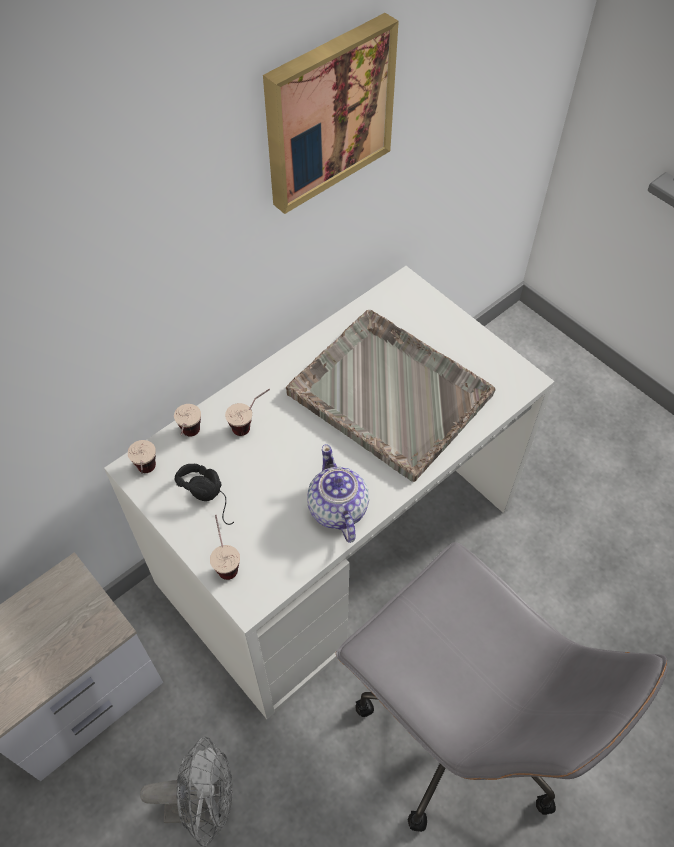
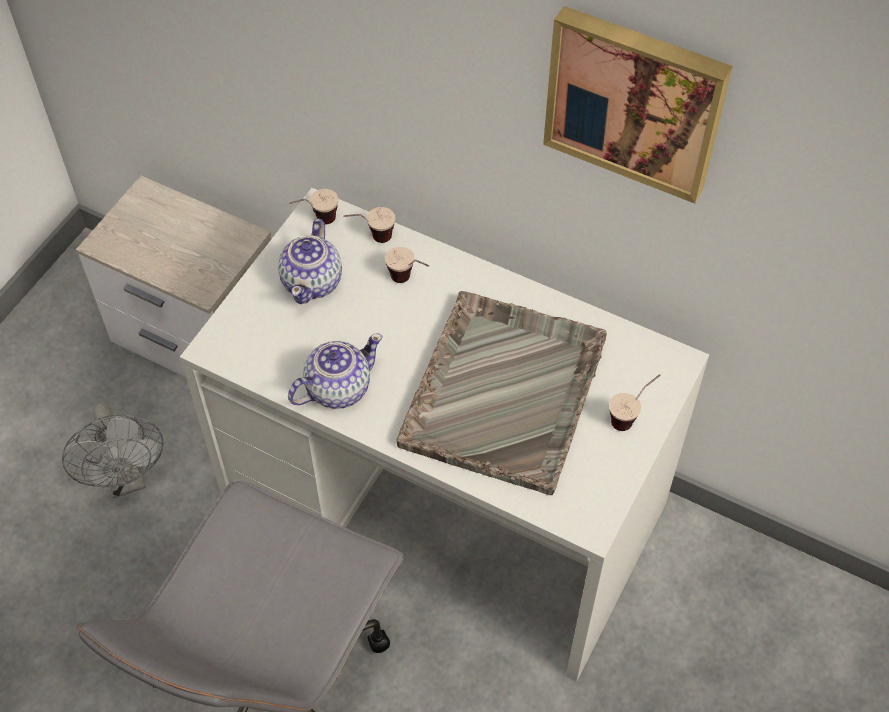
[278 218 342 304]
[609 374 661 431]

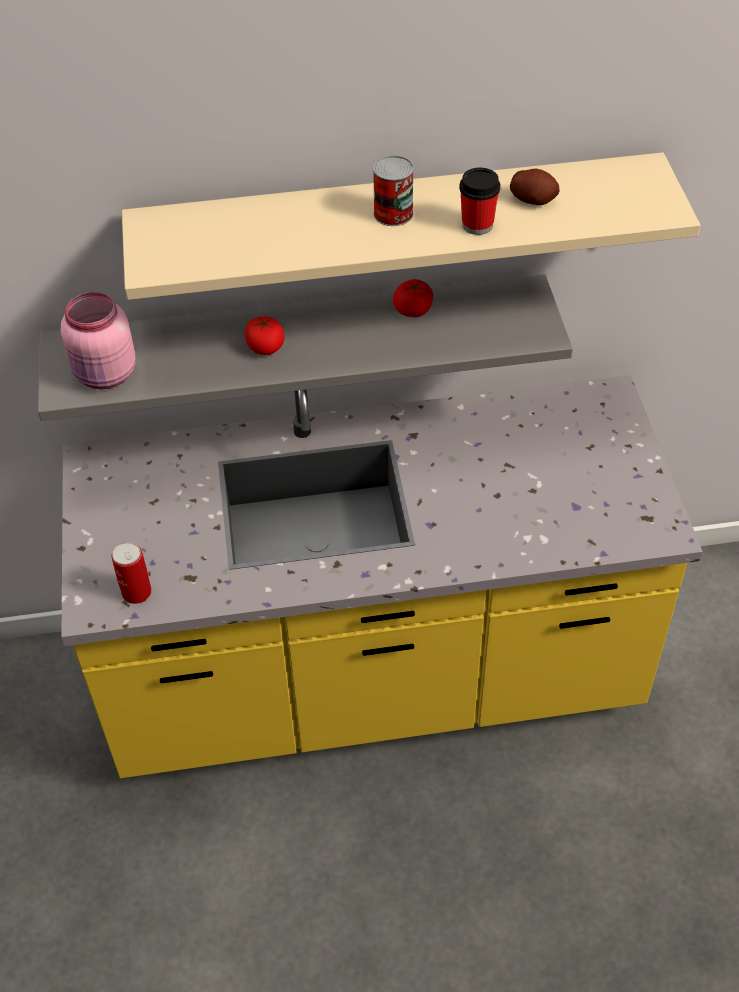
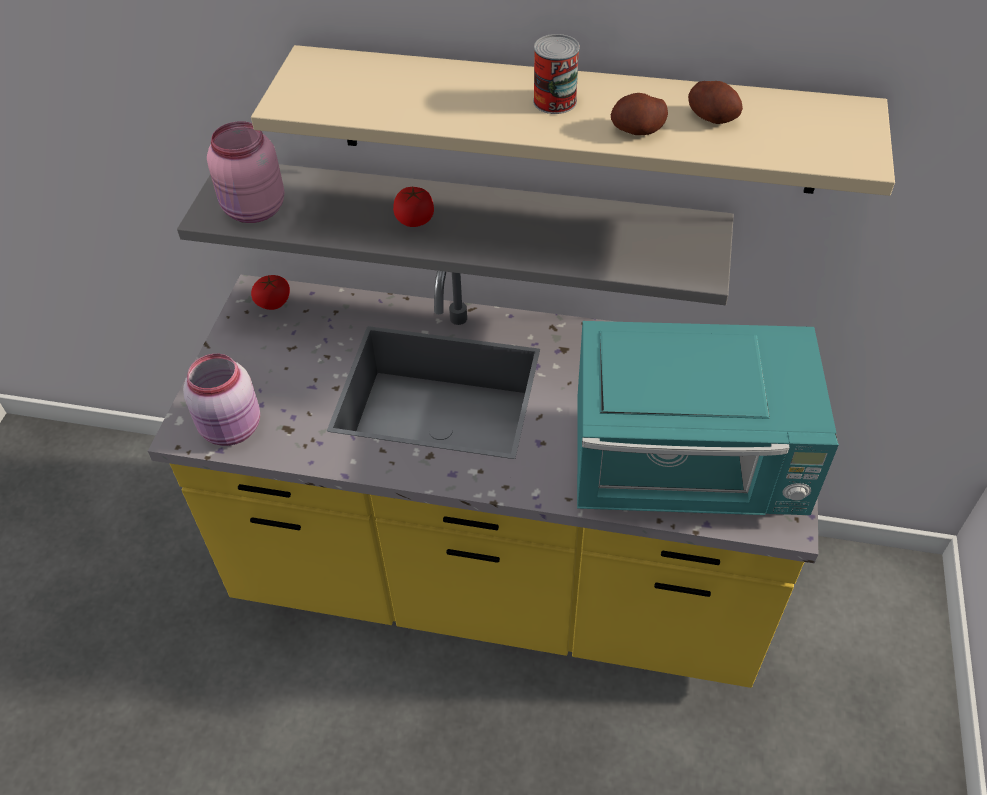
[183 354 260 446]
[251 275 290 310]
[611 93 668 135]
[577 321 839 515]

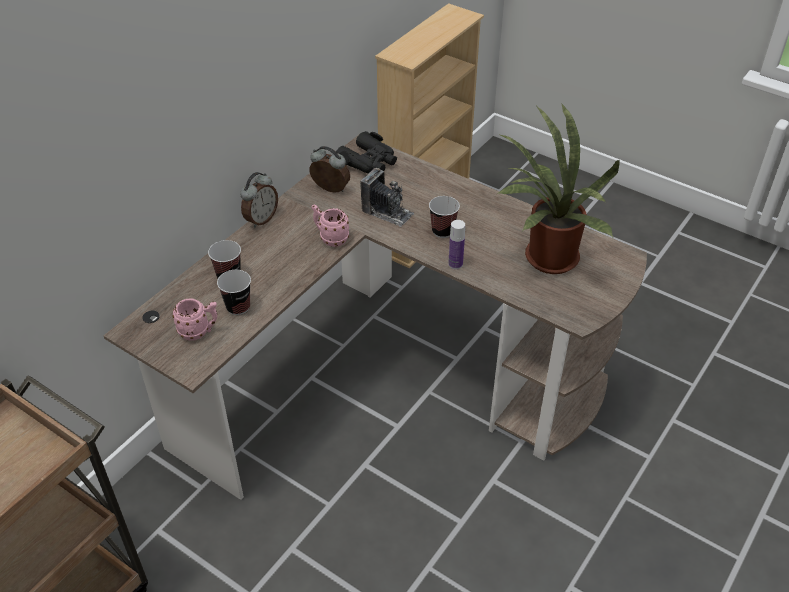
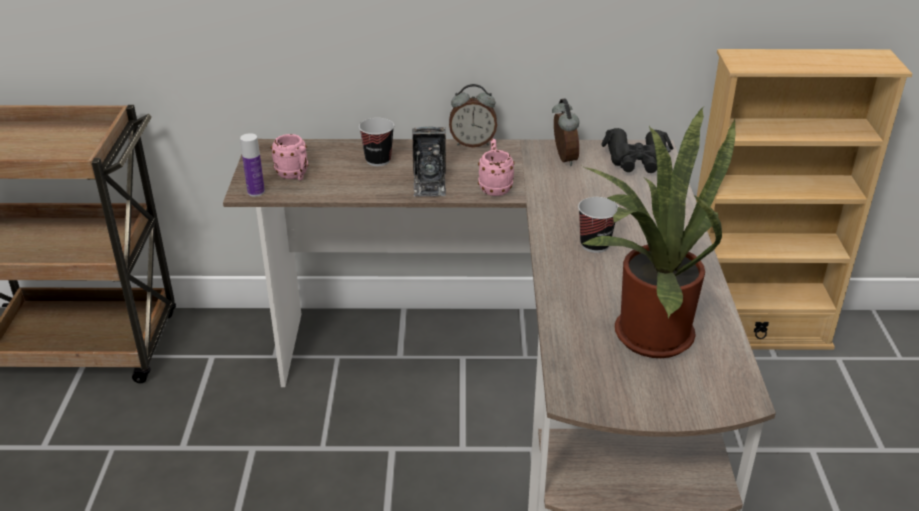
[217 270 251 315] (first image)
[413 126 446 197]
[240 133 265 197]

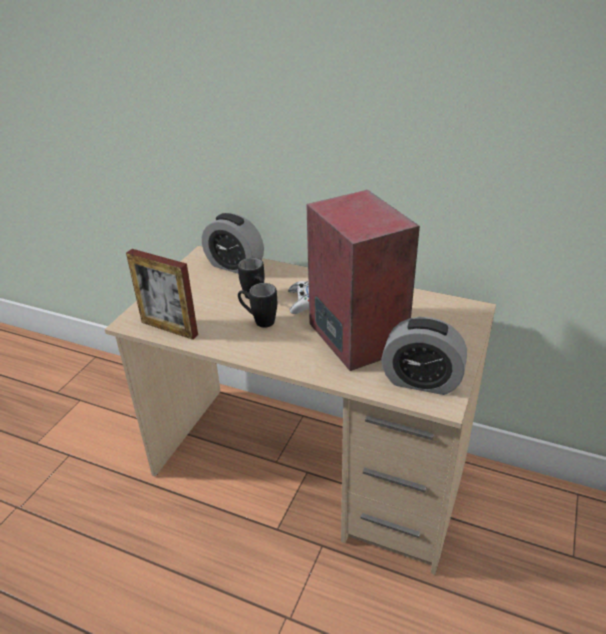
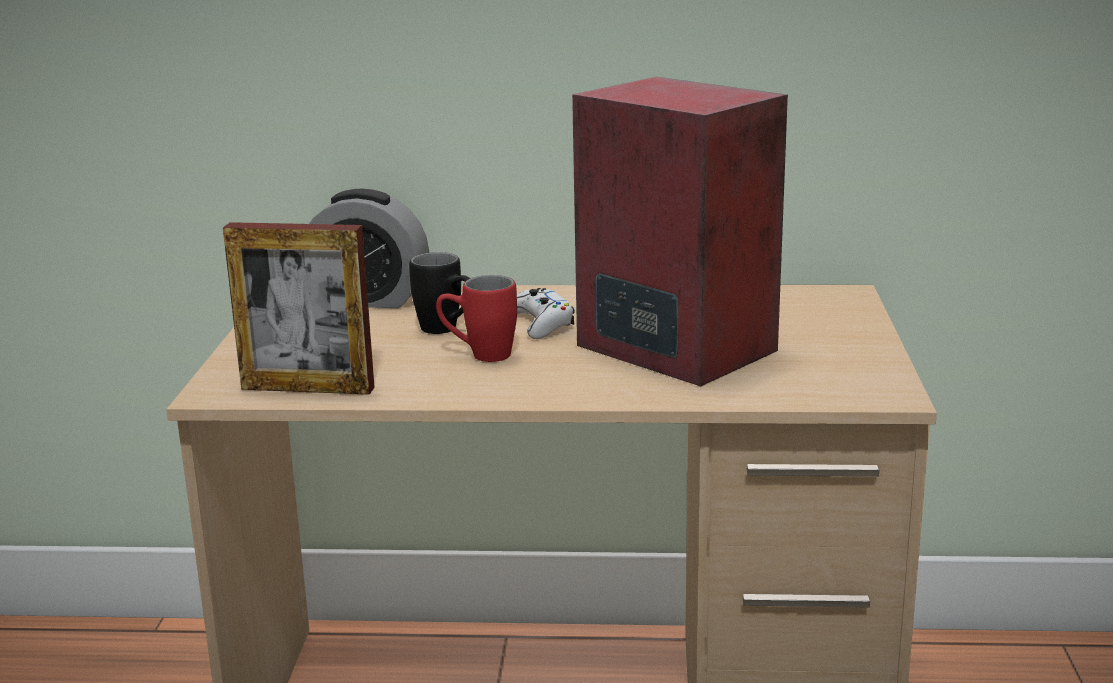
[436 275 517 362]
[381 317 467 395] (first image)

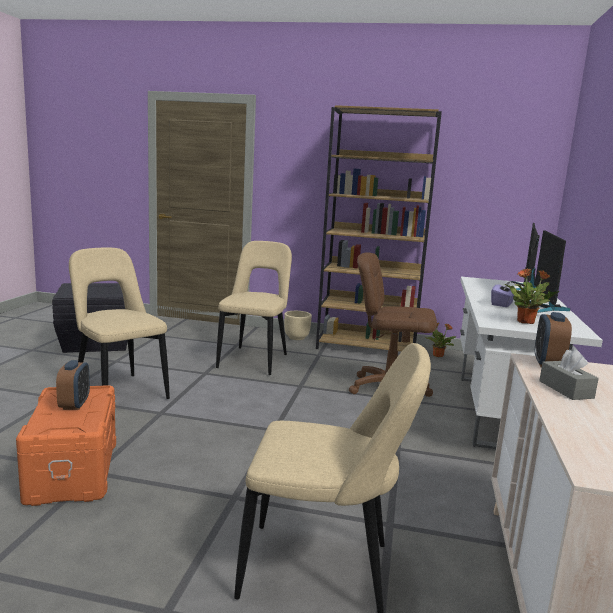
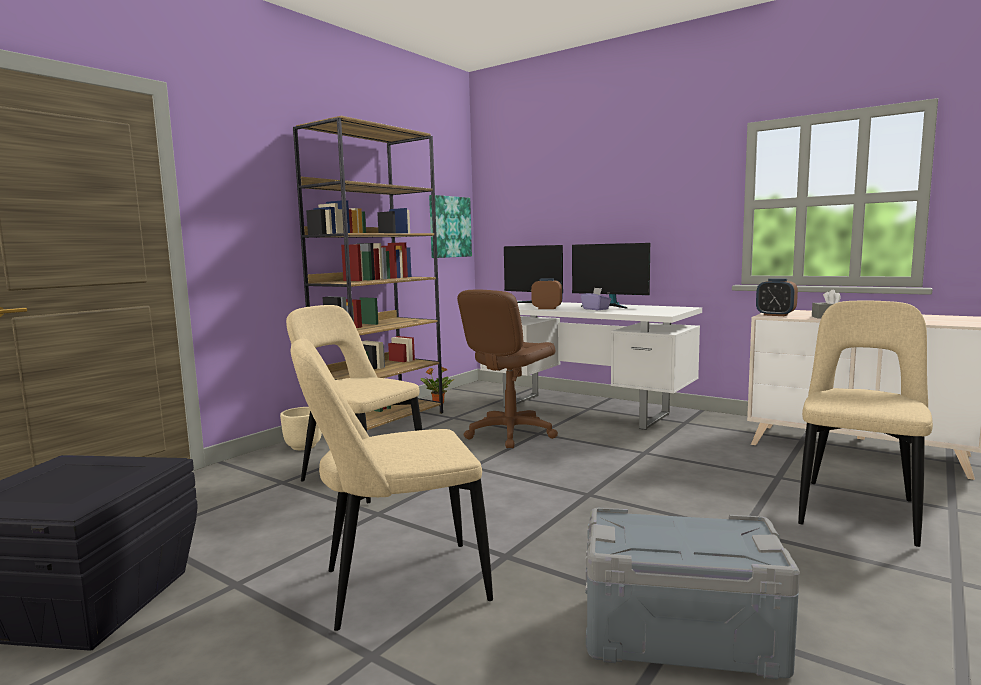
[585 508 800 680]
[531 278 562 309]
[505 268 559 324] (first image)
[429 195 472 258]

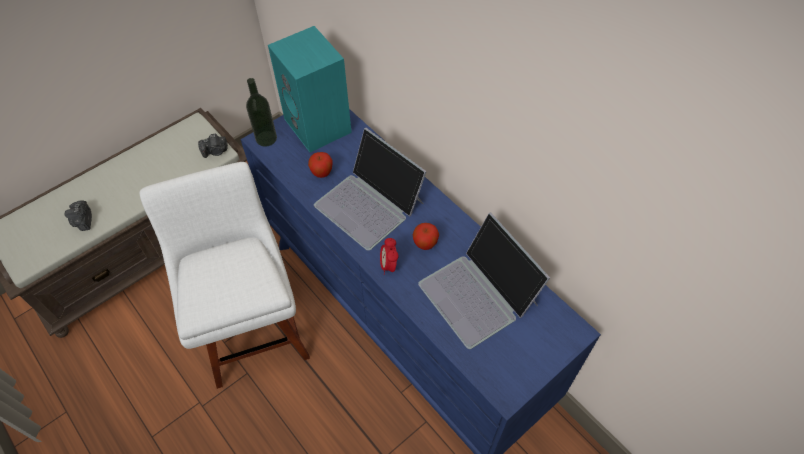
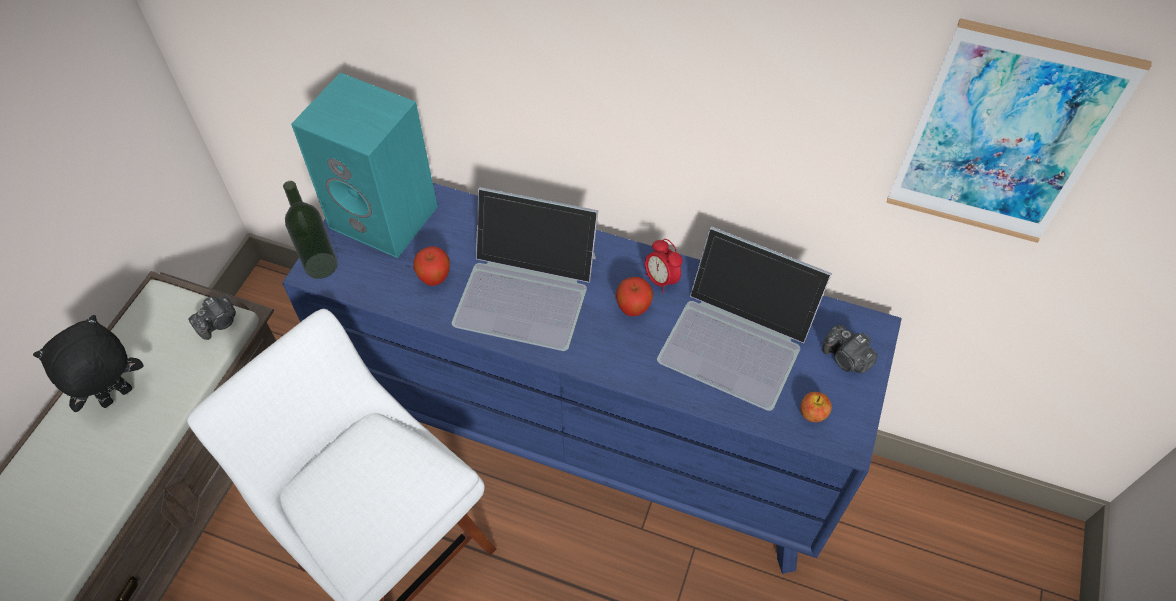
[822 324 878 373]
[645 239 683 293]
[33 315 144 412]
[800 392 832 422]
[886 18 1152 243]

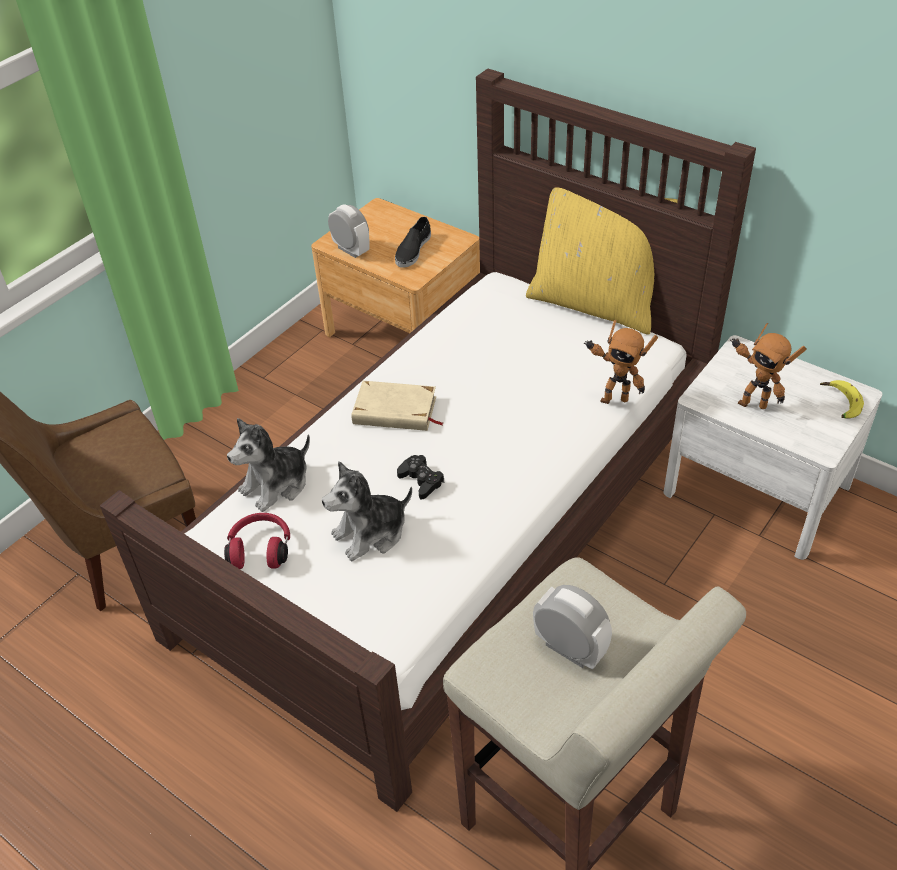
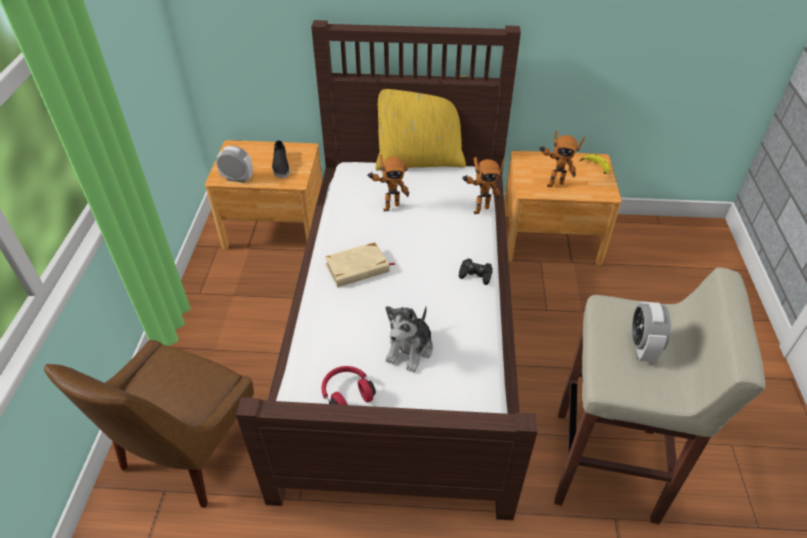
[227 418 310 512] (first image)
[459 258 493 285]
[632 301 671 362]
[504 151 622 266]
[367 154 411 211]

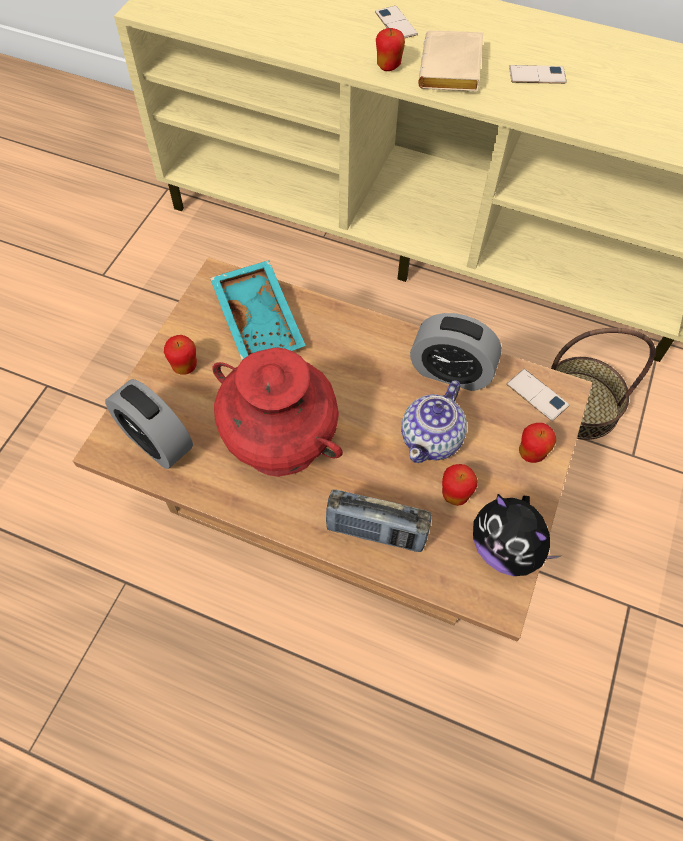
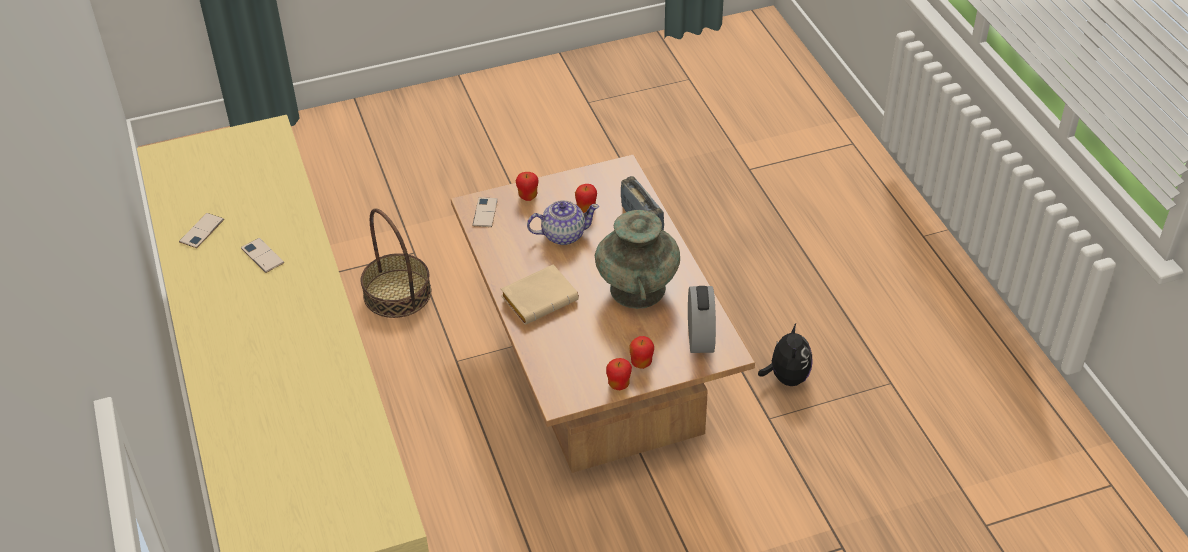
[210 260 306 360] (first image)
[595 210 680 309]
[179 213 224 248]
[606 358 632 390]
[410 313 502 391] (first image)
[501 264 579 325]
[758 324 813 386]

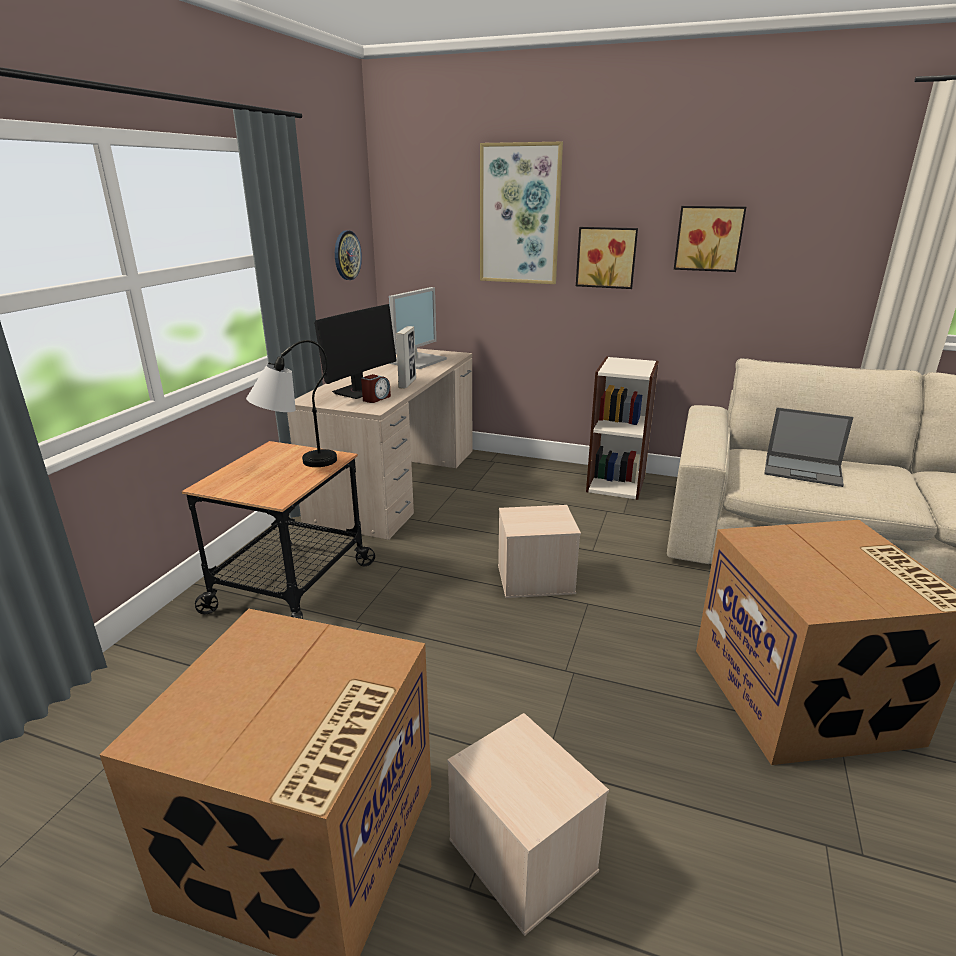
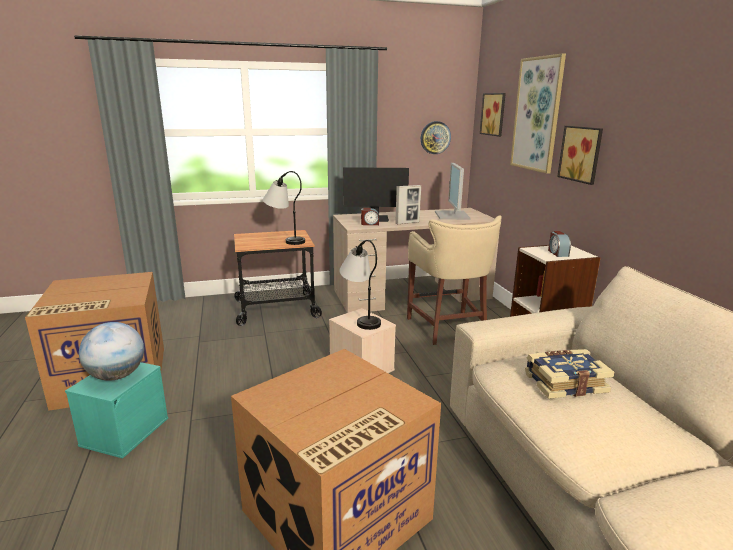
[435 163 470 220]
[65 362 168 459]
[480 93 506 137]
[525 349 614 399]
[79 322 144 381]
[339 240 381 330]
[407 216 502 345]
[548 231 571 257]

